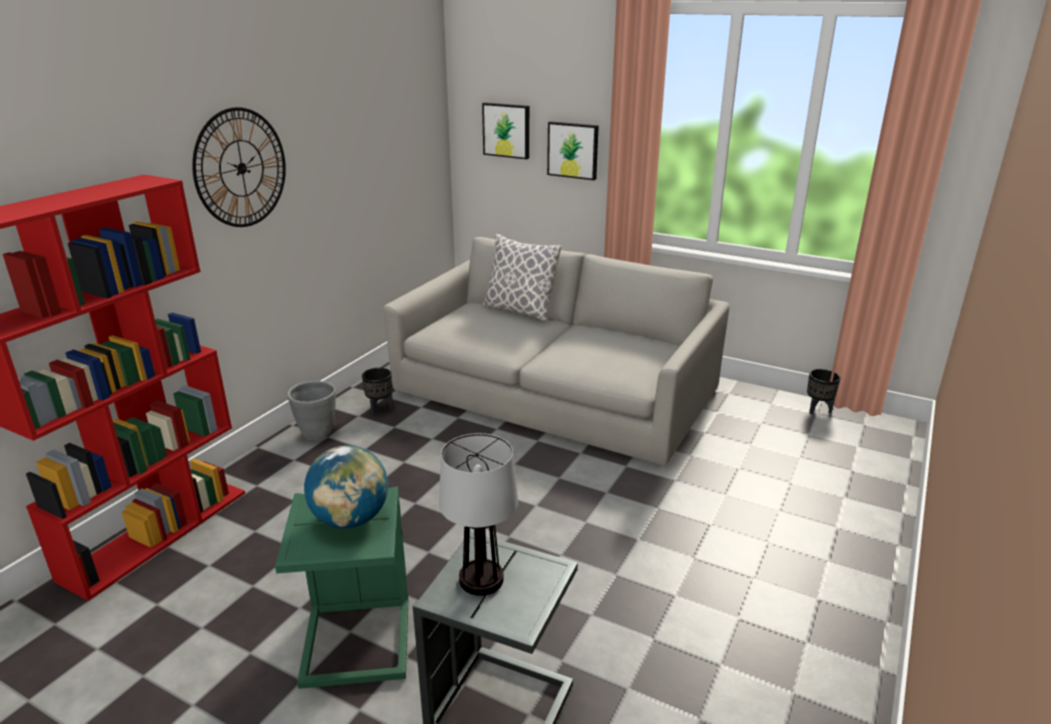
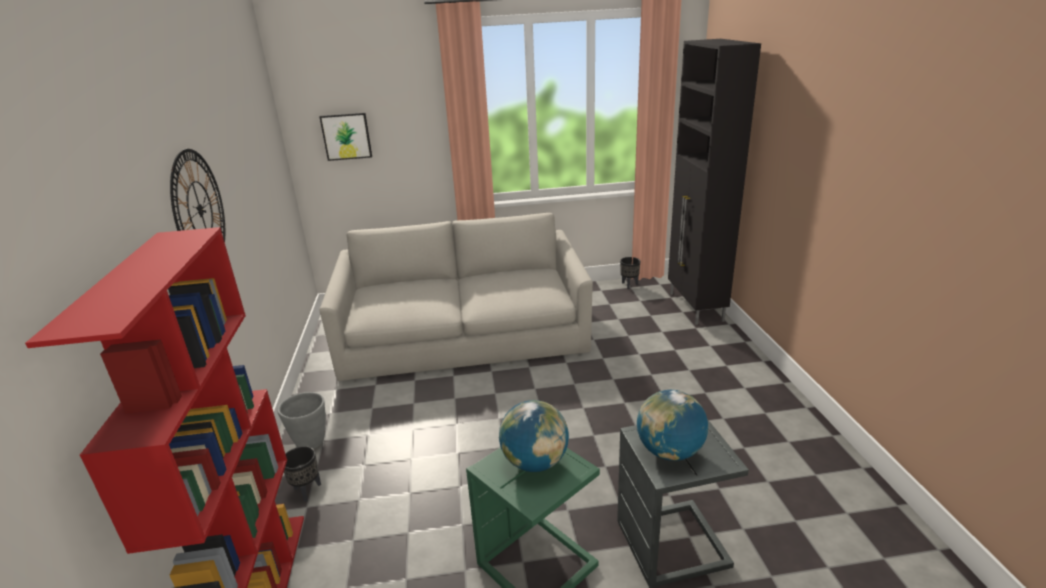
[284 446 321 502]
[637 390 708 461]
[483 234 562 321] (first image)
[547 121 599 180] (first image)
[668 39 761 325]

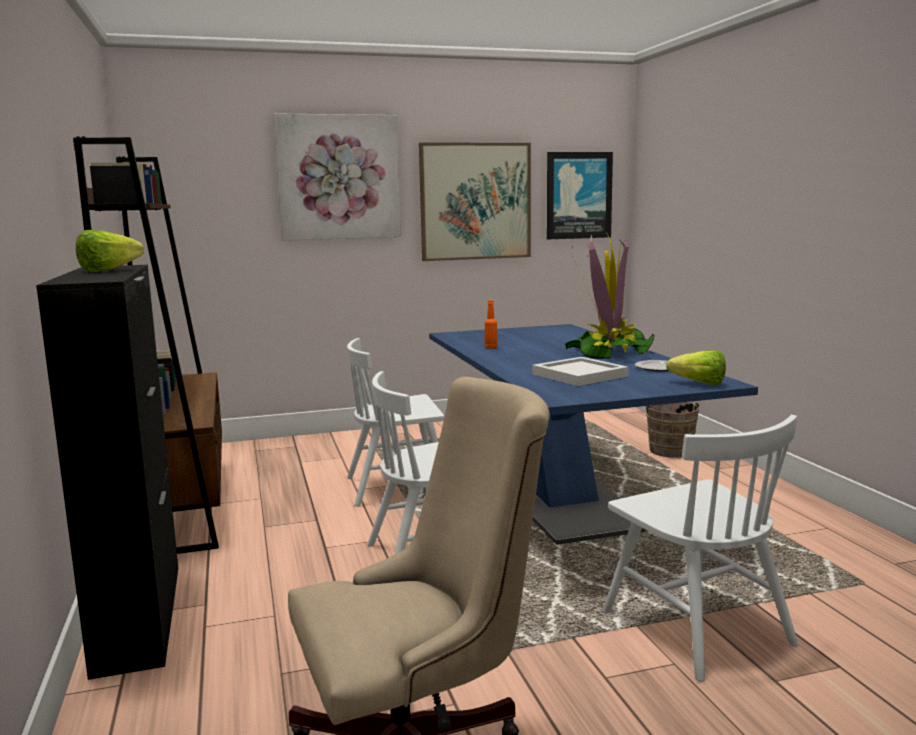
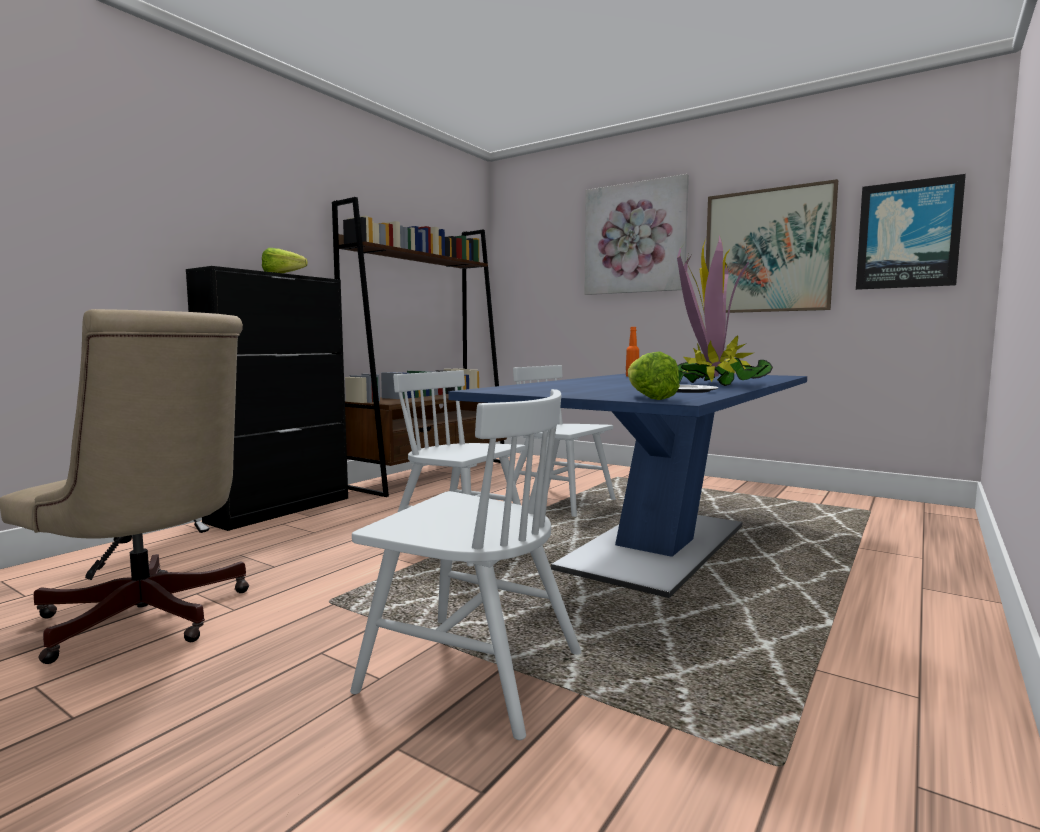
[532 357 629 386] (first image)
[350 389 582 740]
[646 401 701 458] (first image)

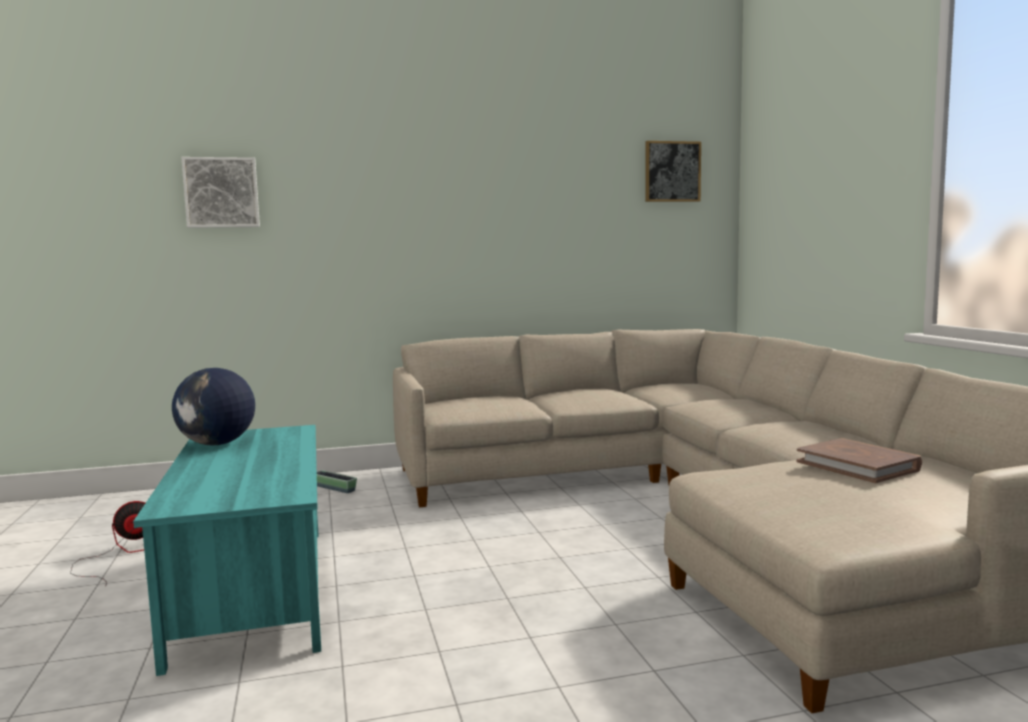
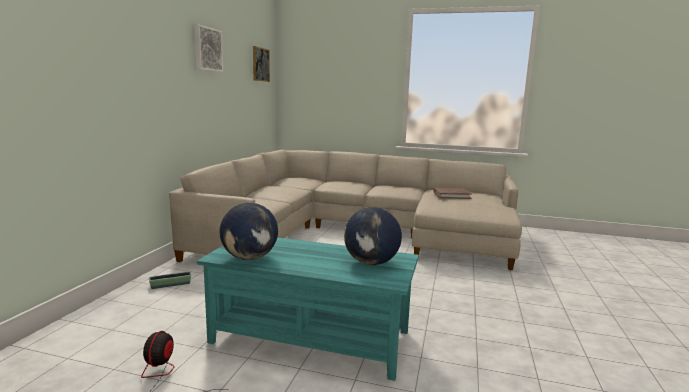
[194 25 223 72]
[344 207 402 265]

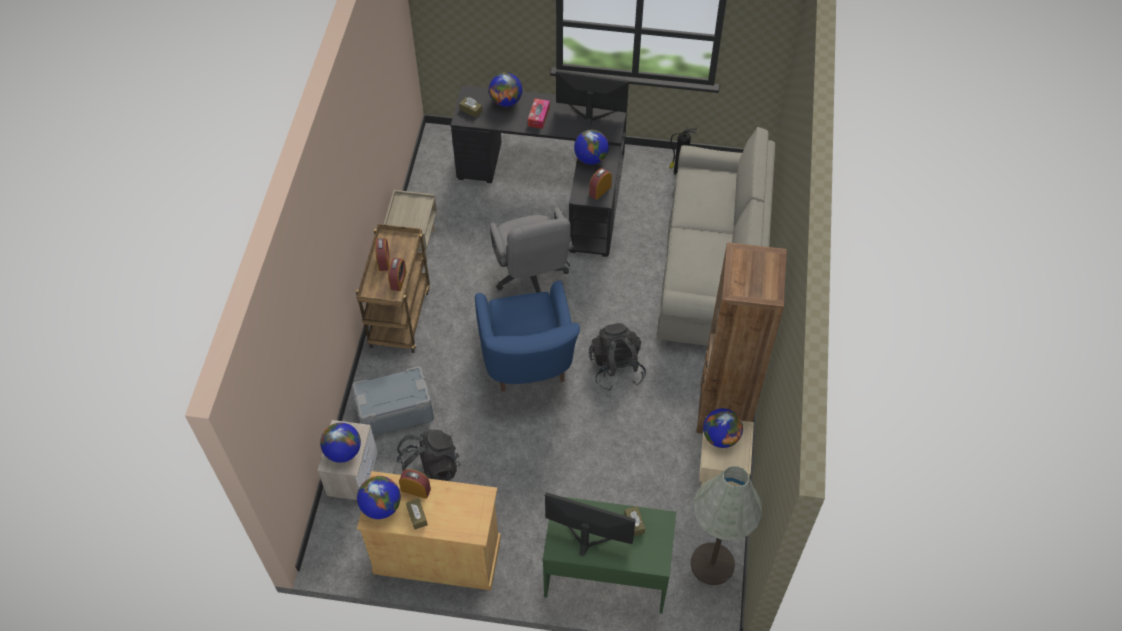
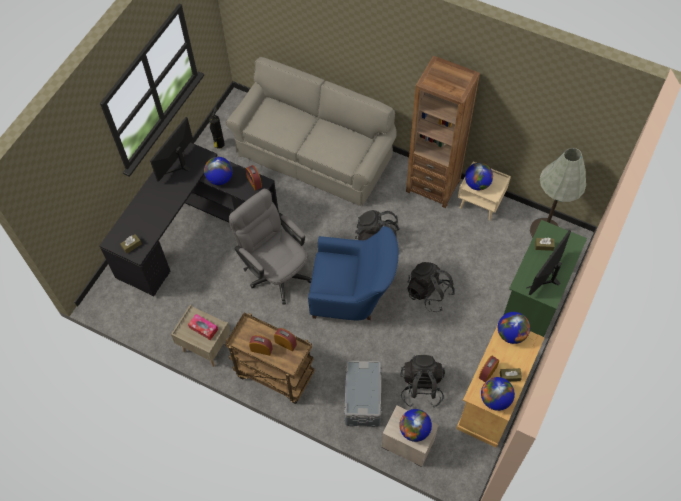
[498 312 530 344]
[229 189 312 305]
[188 314 218 340]
[407 262 455 312]

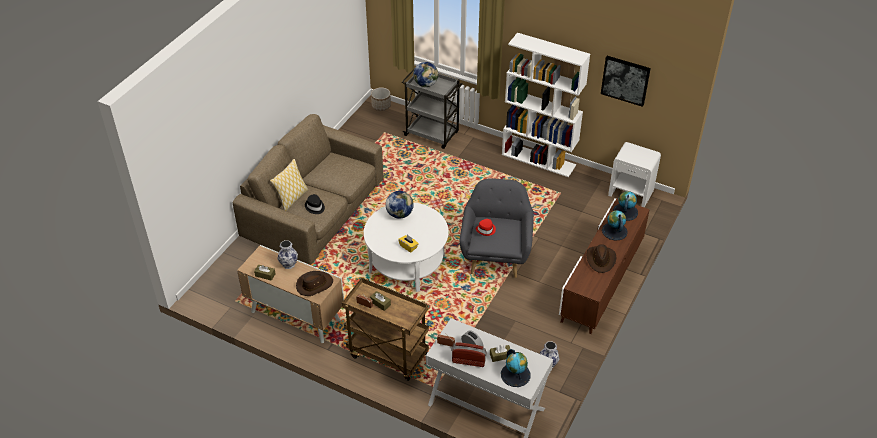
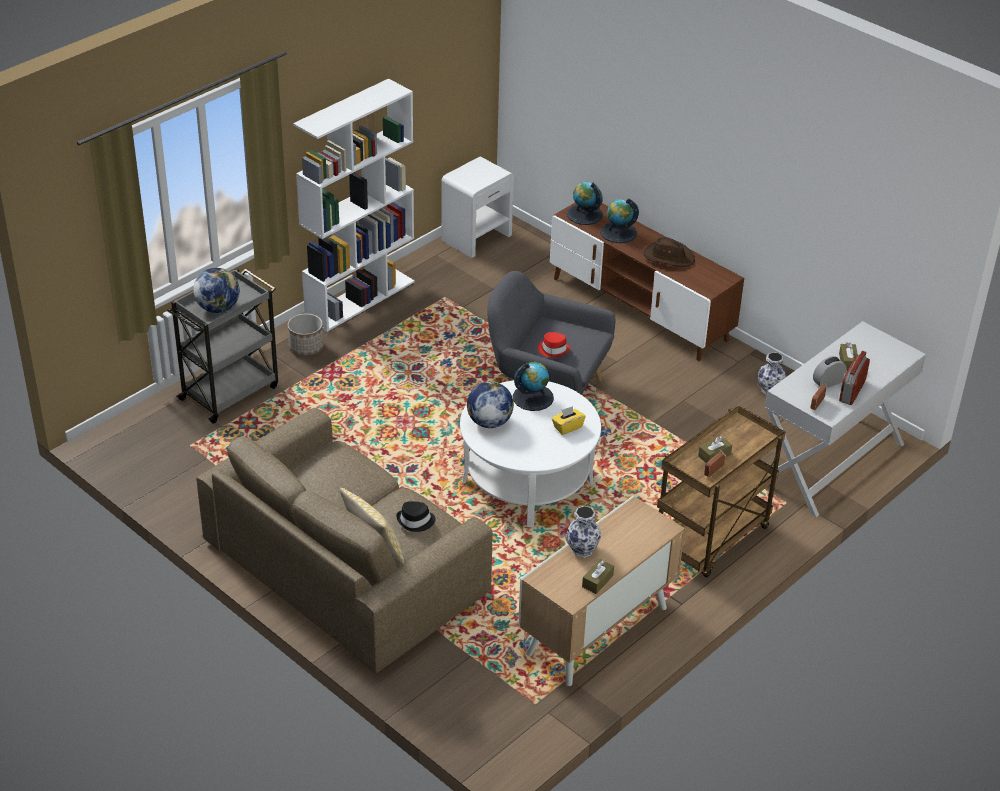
[296 271 333 296] (first image)
[288 313 324 356]
[513 362 554 411]
[601 56 651 107] (first image)

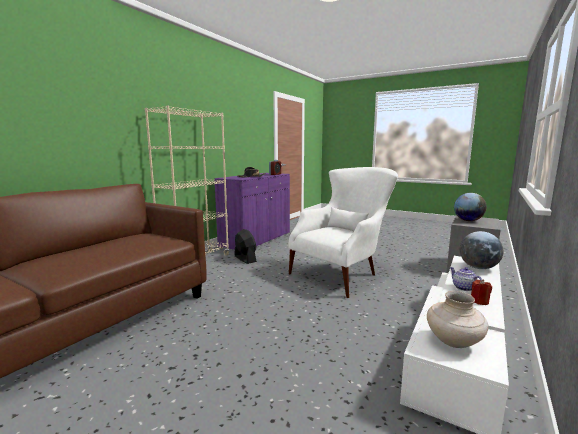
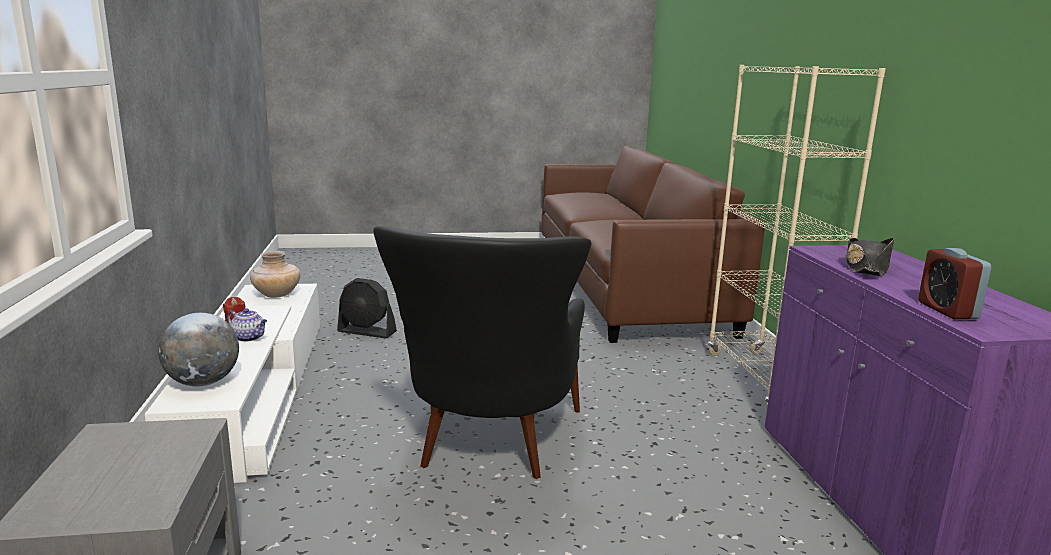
[337 278 397 338]
[373 226 591 479]
[454 193 487 221] (first image)

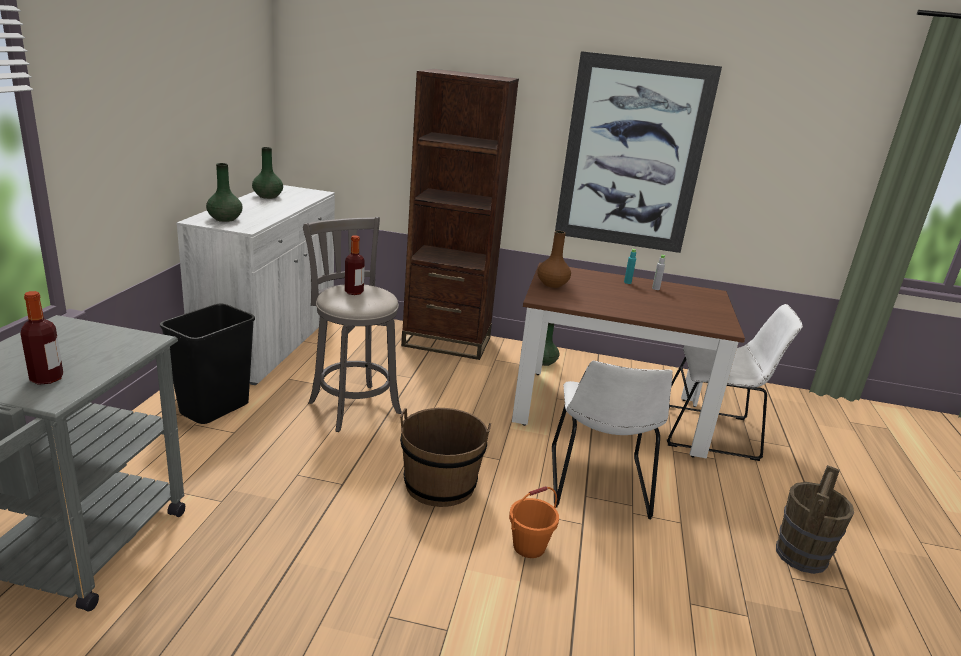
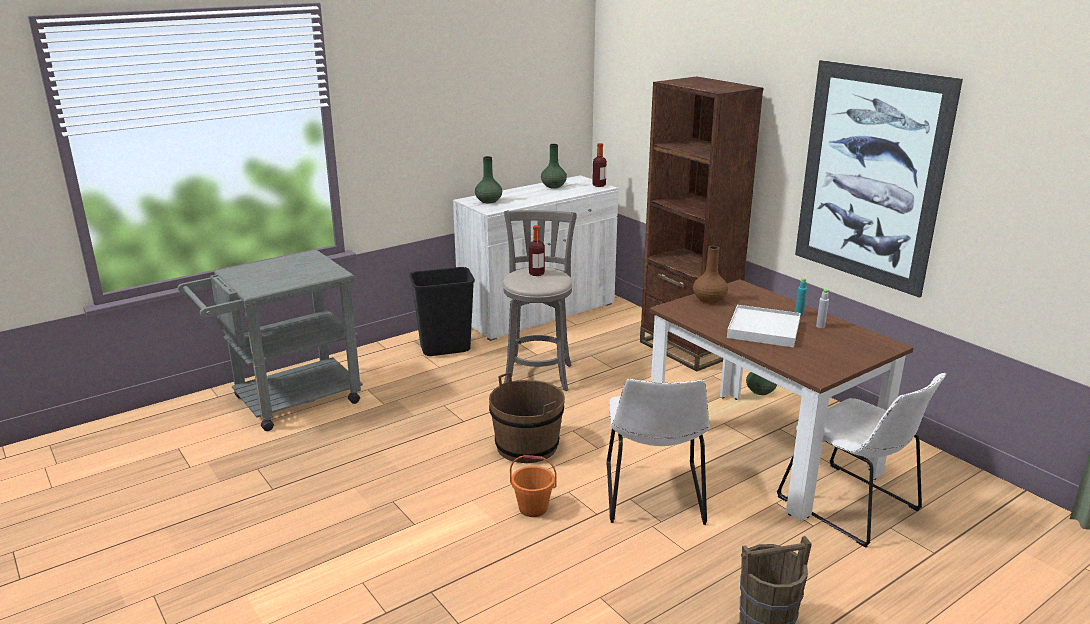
[592 143 607 187]
[607 379 710 525]
[727 305 801 348]

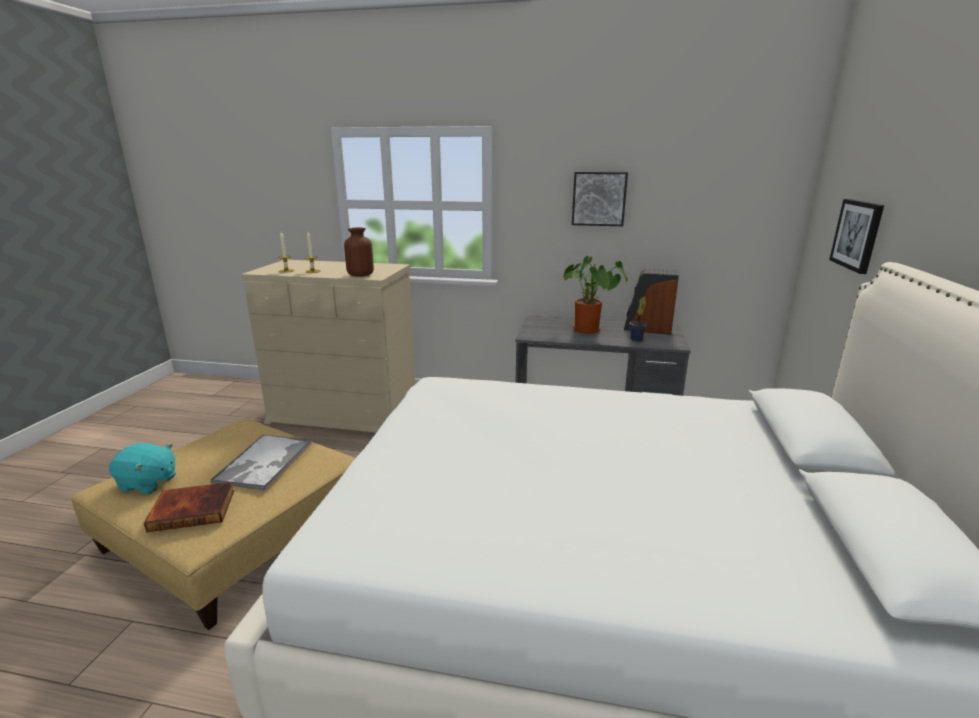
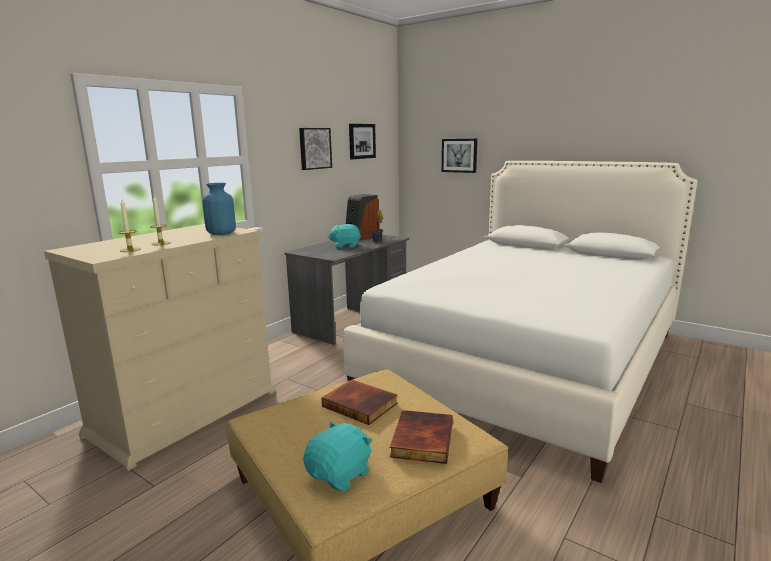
[322 379 398 425]
[202 183 236 235]
[328 224 361 248]
[349 124 376 159]

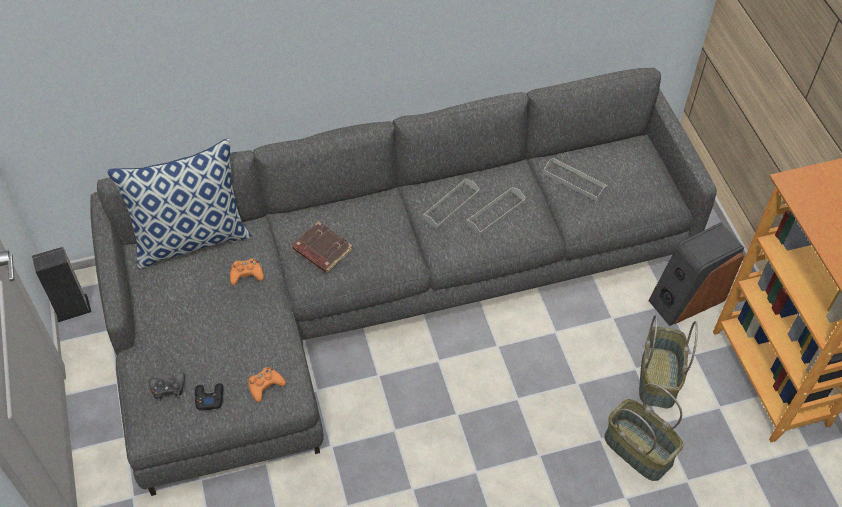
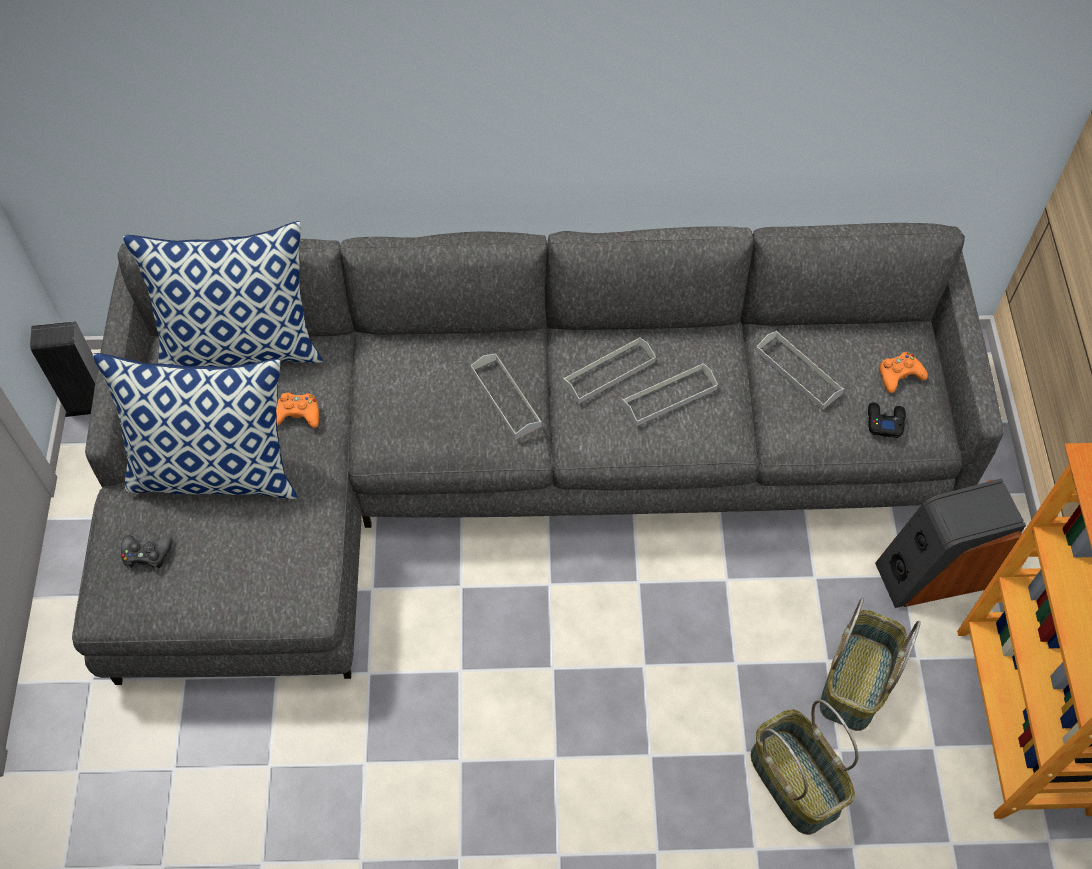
[868 403 906 438]
[879 352 928 393]
[292 222 353 273] (first image)
[93 353 297 499]
[471 354 542 439]

